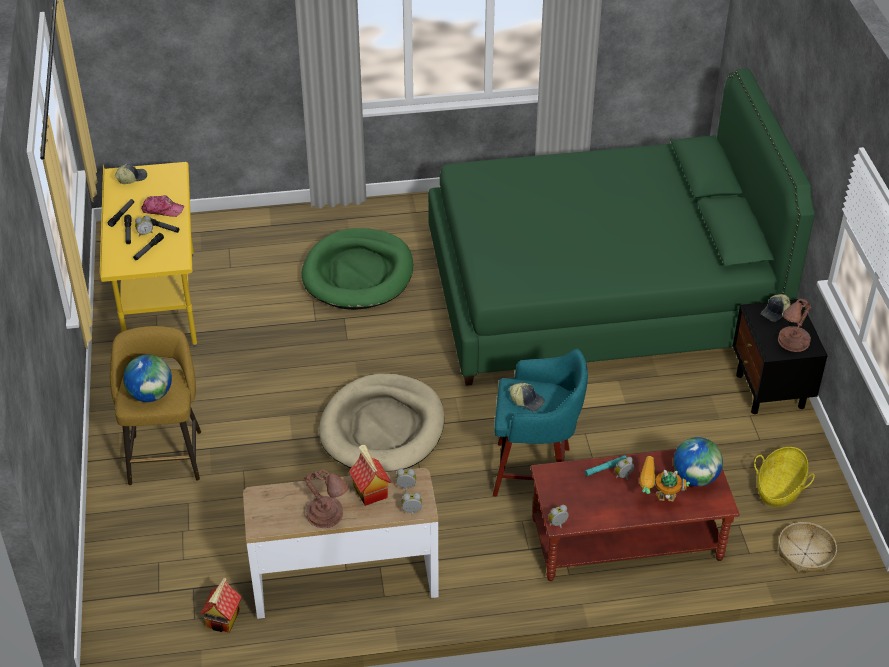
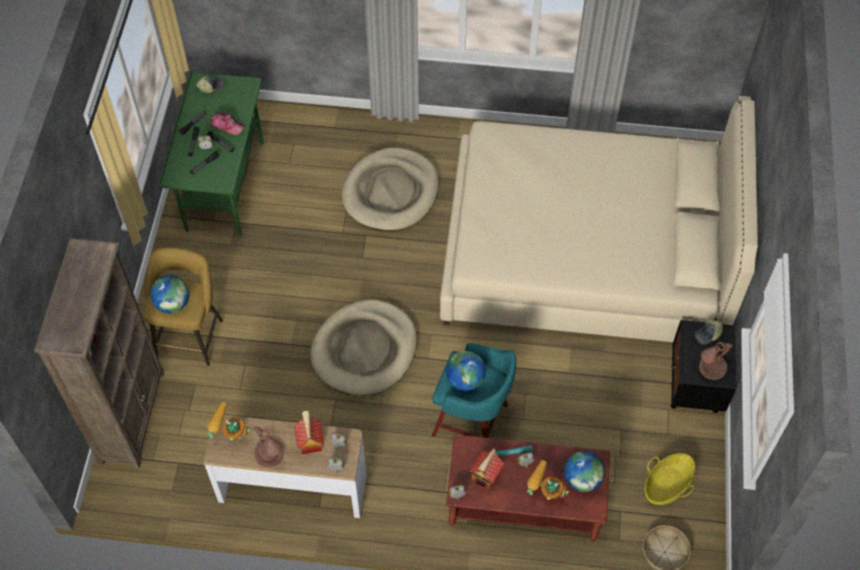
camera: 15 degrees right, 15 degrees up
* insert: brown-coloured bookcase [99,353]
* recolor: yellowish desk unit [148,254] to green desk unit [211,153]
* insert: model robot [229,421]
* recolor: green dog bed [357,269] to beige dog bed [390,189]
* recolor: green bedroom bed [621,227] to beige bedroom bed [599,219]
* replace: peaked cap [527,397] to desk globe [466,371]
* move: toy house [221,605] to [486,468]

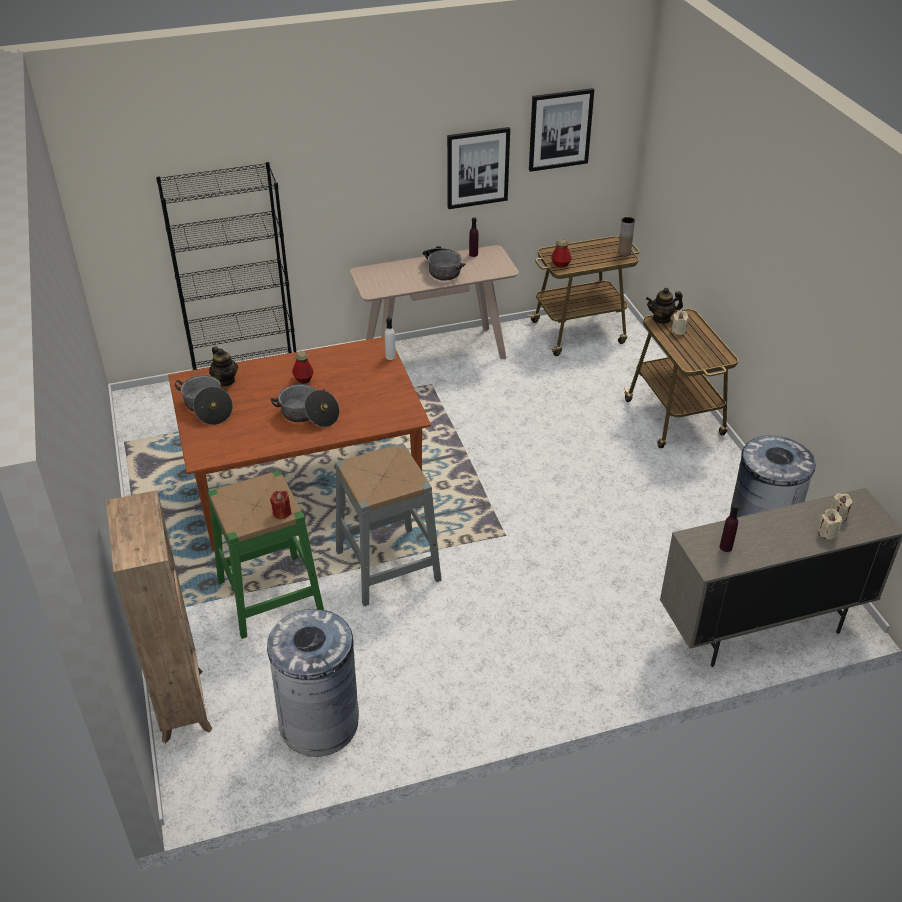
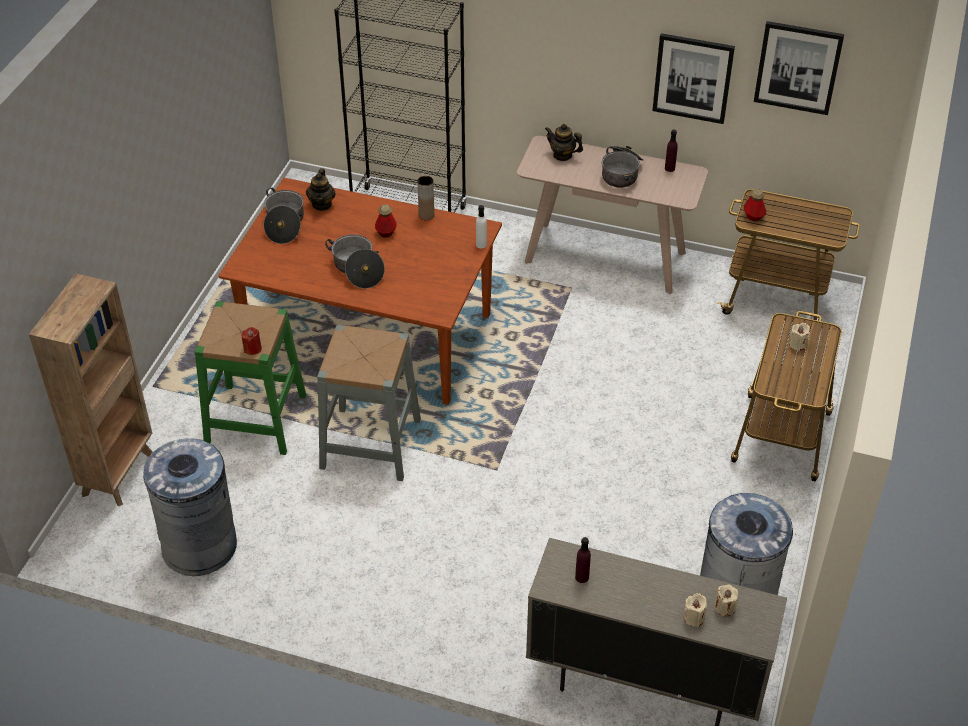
camera: 35 degrees right, 5 degrees up
* move: brown-coloured vase [626,236] to [426,198]
* move: pot for tea [664,306] to [564,142]

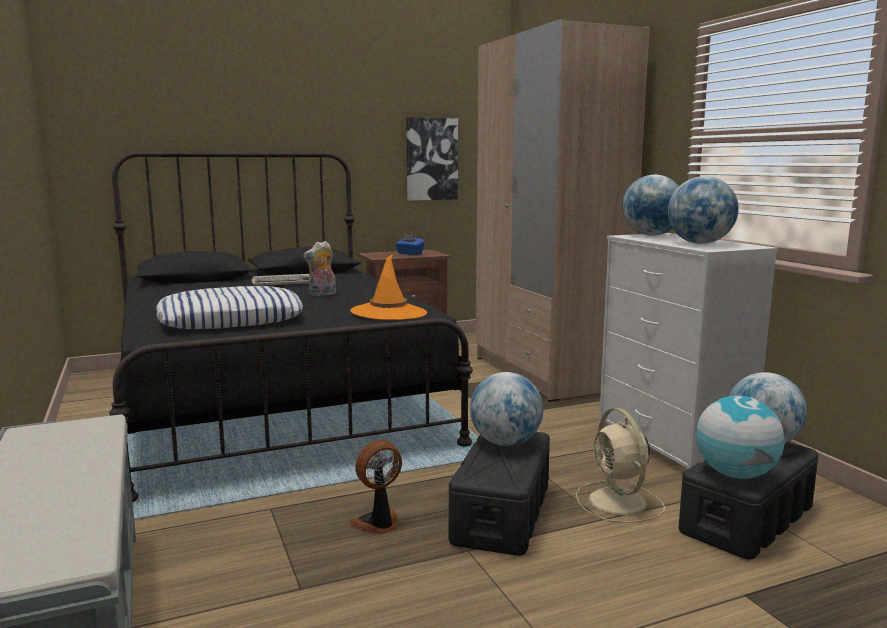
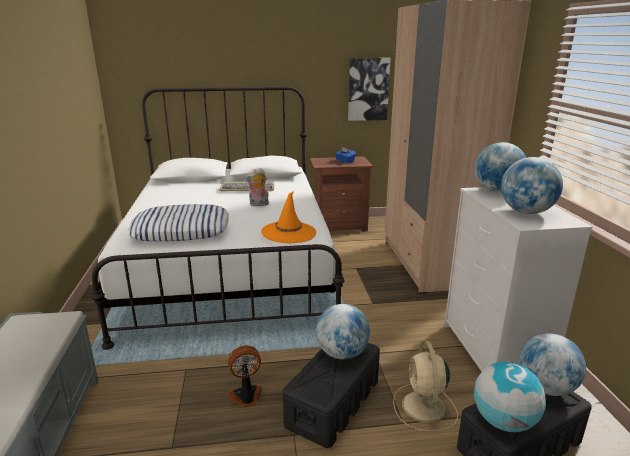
camera: 15 degrees right, 10 degrees up
* recolor: black-coloured bedroom bed [291,327] to white bedroom bed [218,218]

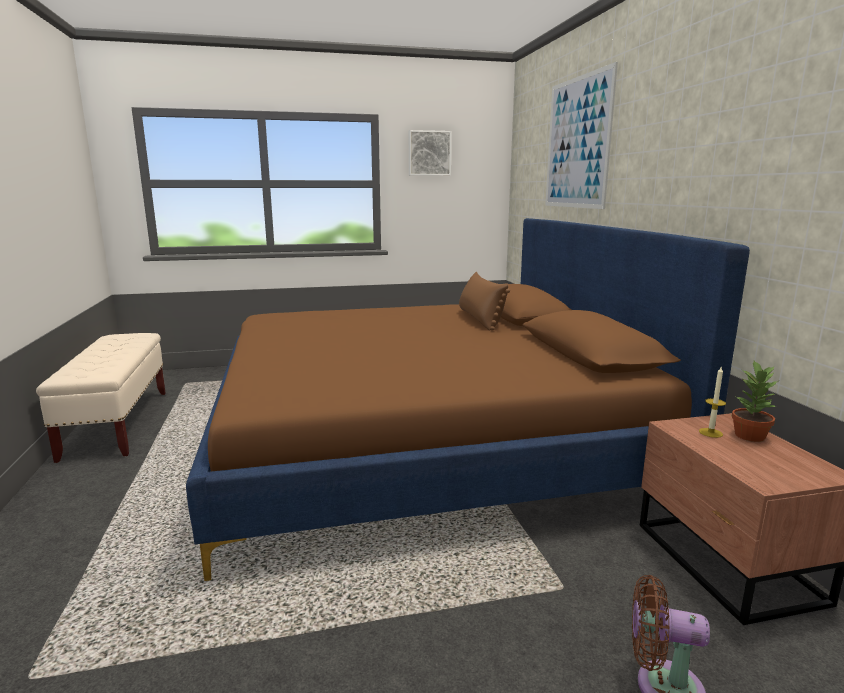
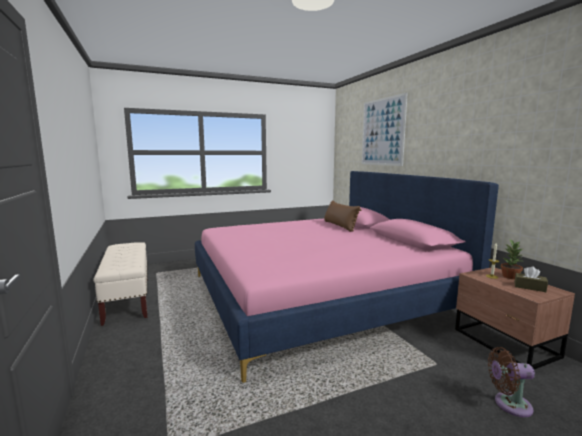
camera: 10 degrees left, 5 degrees down
* recolor: brown-coloured bedroom bed [468,399] to pink-coloured bedroom bed [347,277]
* insert: brown-coloured box of tissues [531,279]
* delete: wall art [430,153]

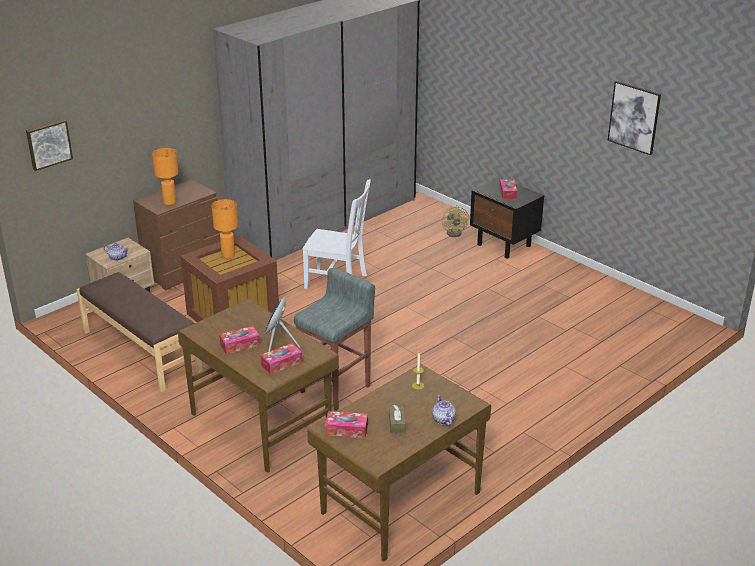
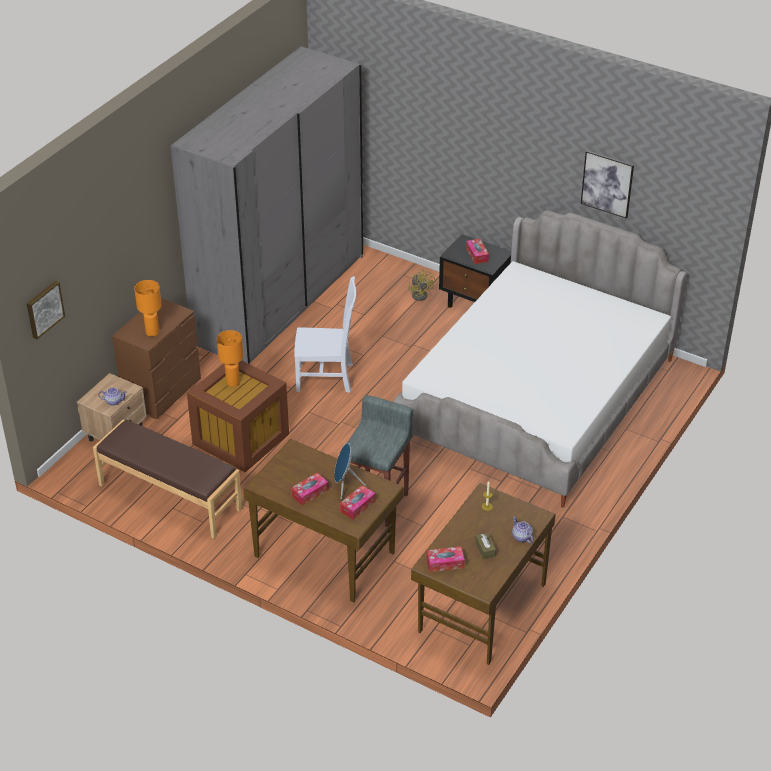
camera: 15 degrees left, 10 degrees up
* insert: bedroom bed [540,359]

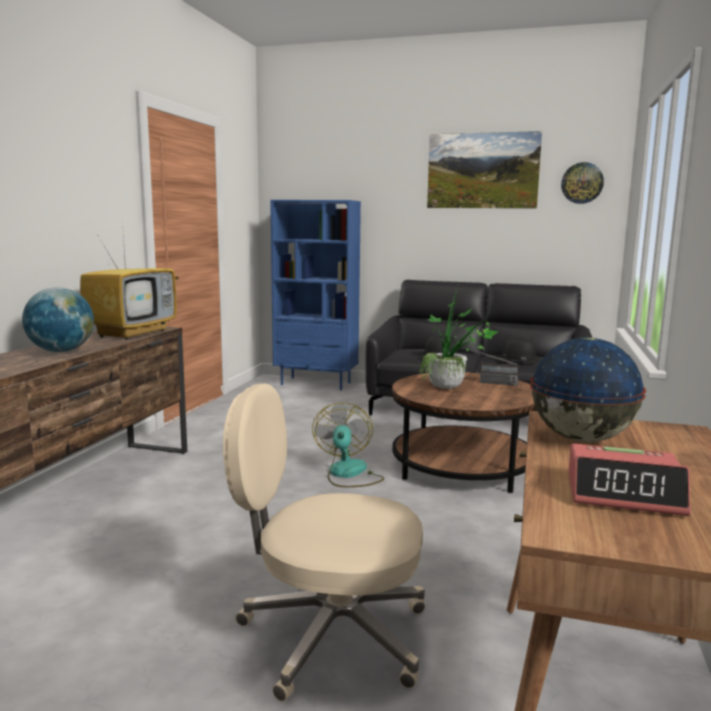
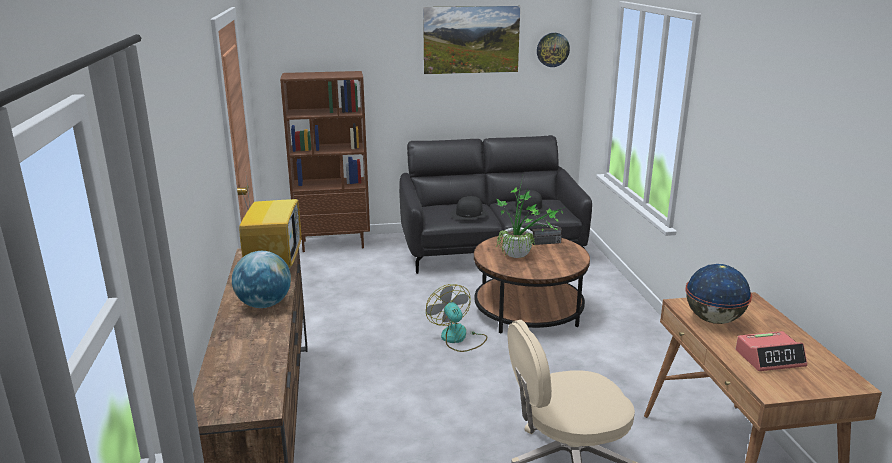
camera: 25 degrees left, 10 degrees up
* recolor: blue-coloured bookcase [315,295] to brown-coloured bookcase [325,161]

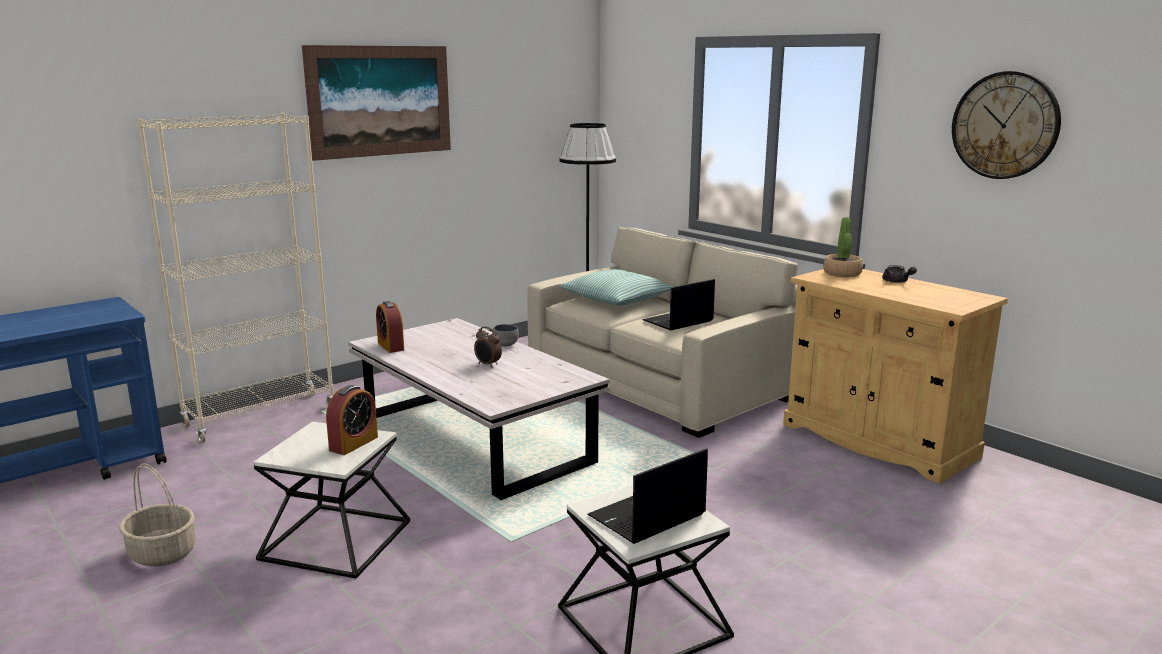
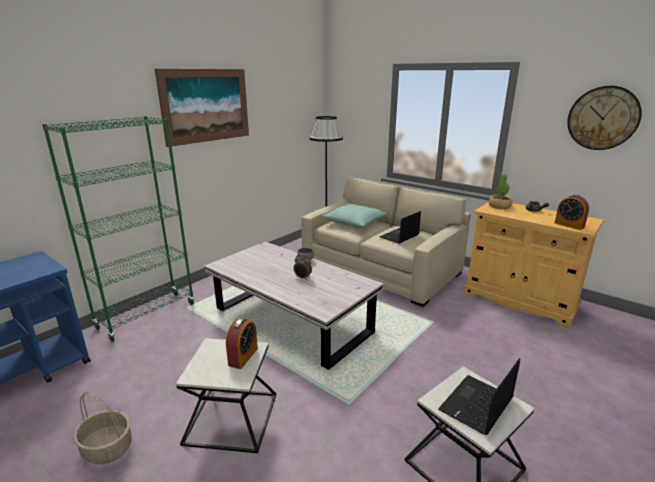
camera: 10 degrees left, 5 degrees up
* recolor: beige bookcase [235,278] to green bookcase [118,229]
* move: alarm clock [390,327] to [572,212]

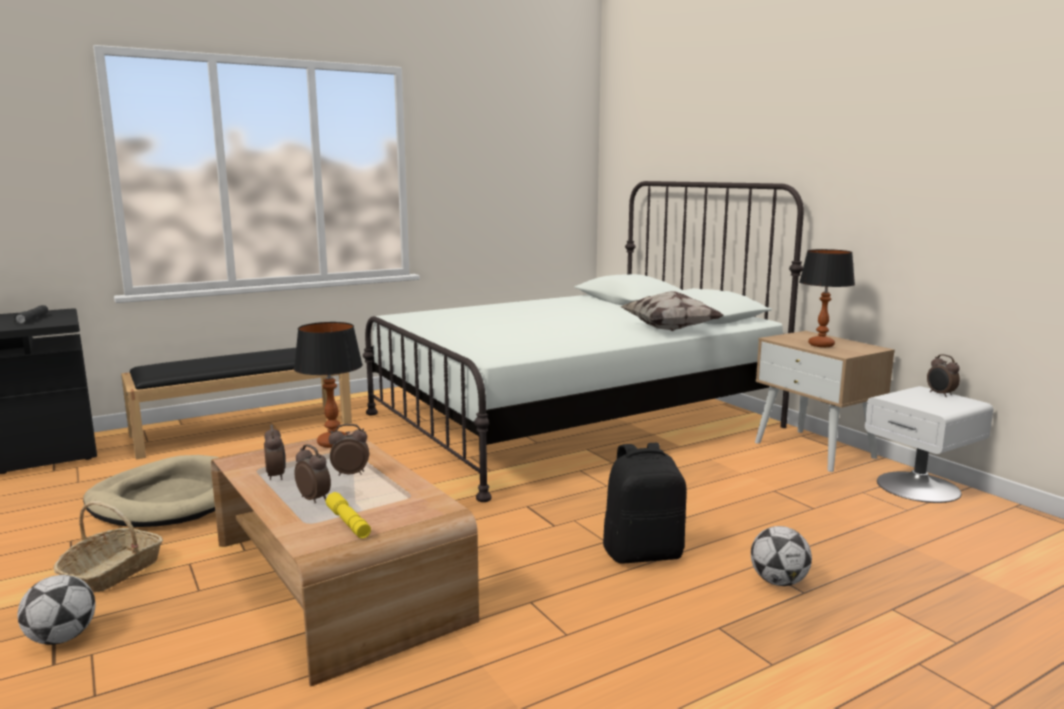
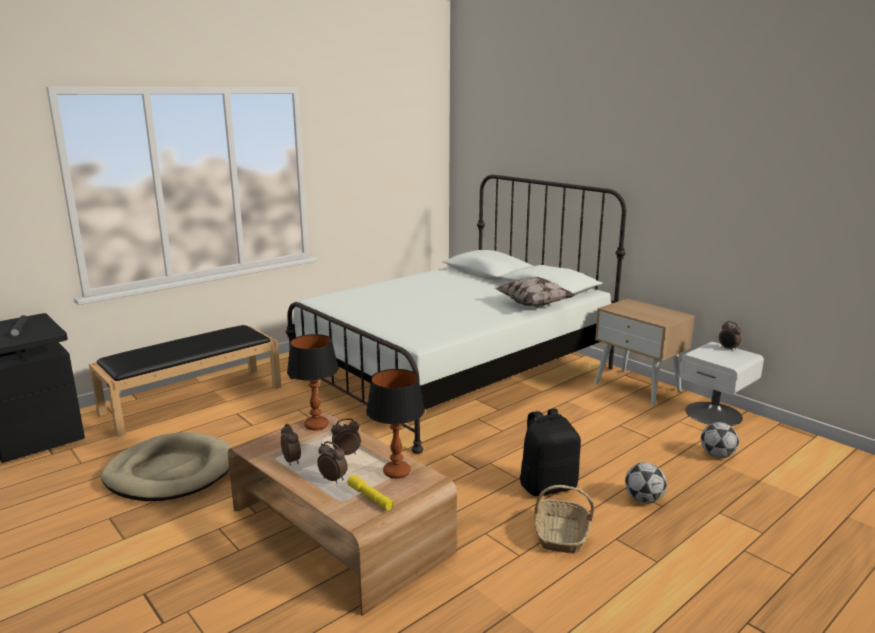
camera: 10 degrees left, 5 degrees up
* move: lamp for a table [827,298] to [395,424]
* move: household basket [108,546] to [564,519]
* move: football ball [56,610] to [720,440]

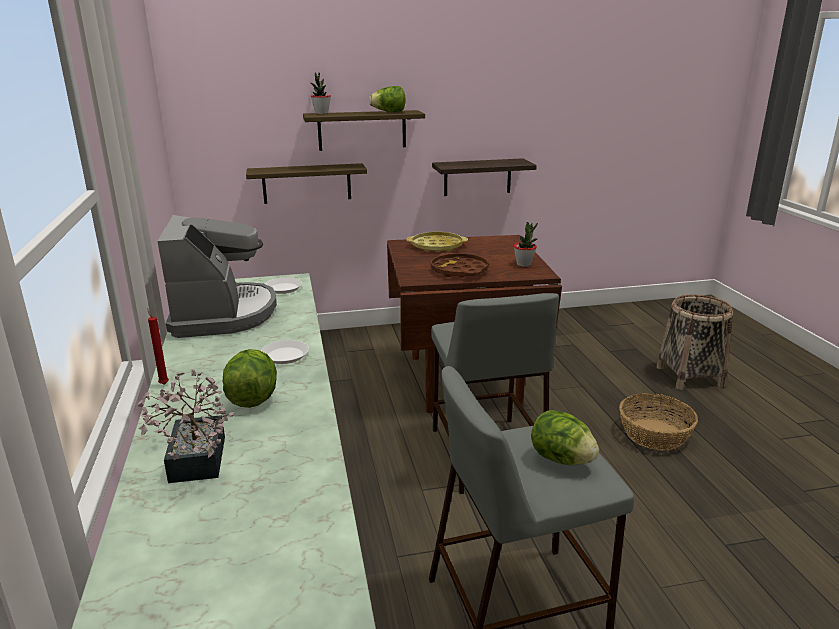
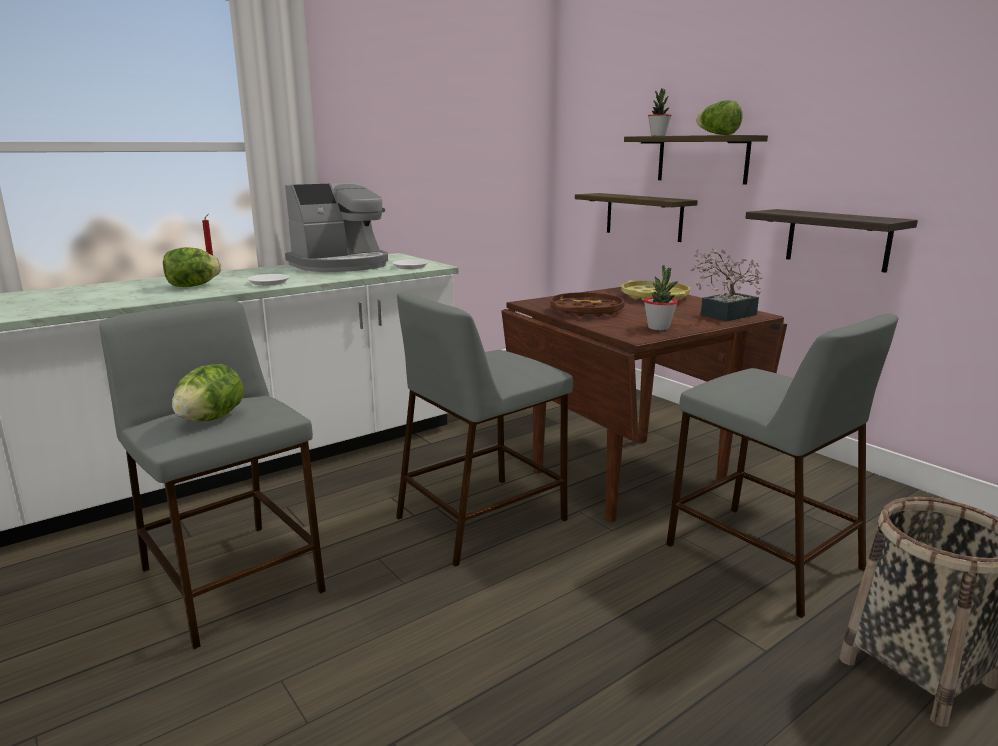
camera: 65 degrees right, 5 degrees down
* insert: gray stool [782,466]
* move: potted plant [186,426] to [726,285]
* delete: household basket [658,421]

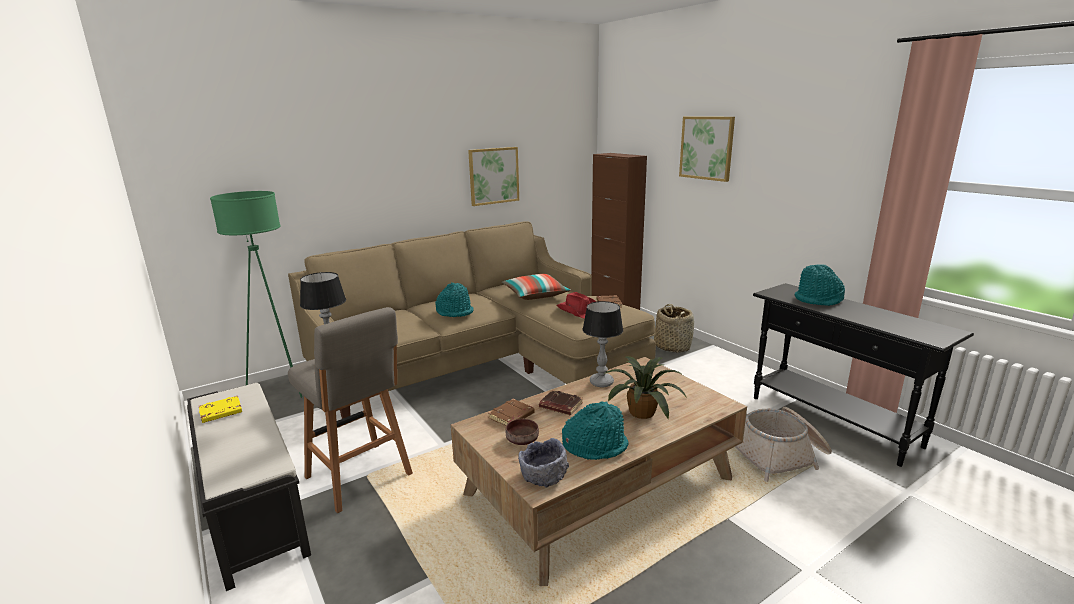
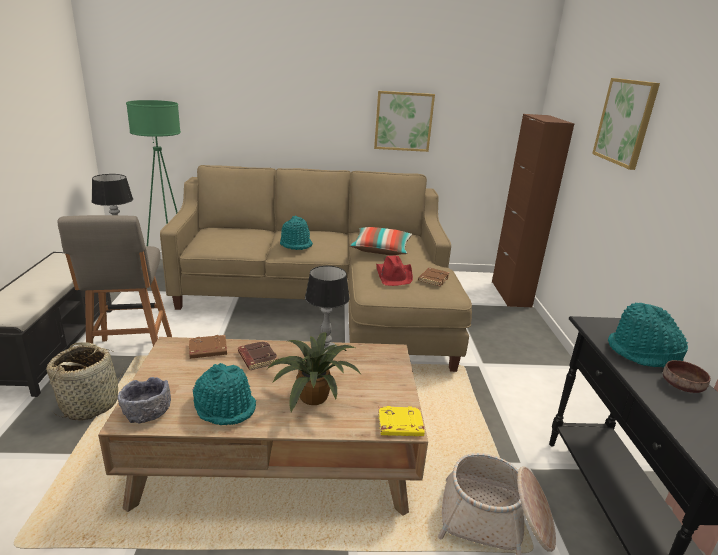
camera: 30 degrees right, 5 degrees up
* move: household basket [674,328] to [85,381]
* move: yellowish book [220,409] to [401,421]
* move: brown-coloured deep dish [522,432] to [687,376]

